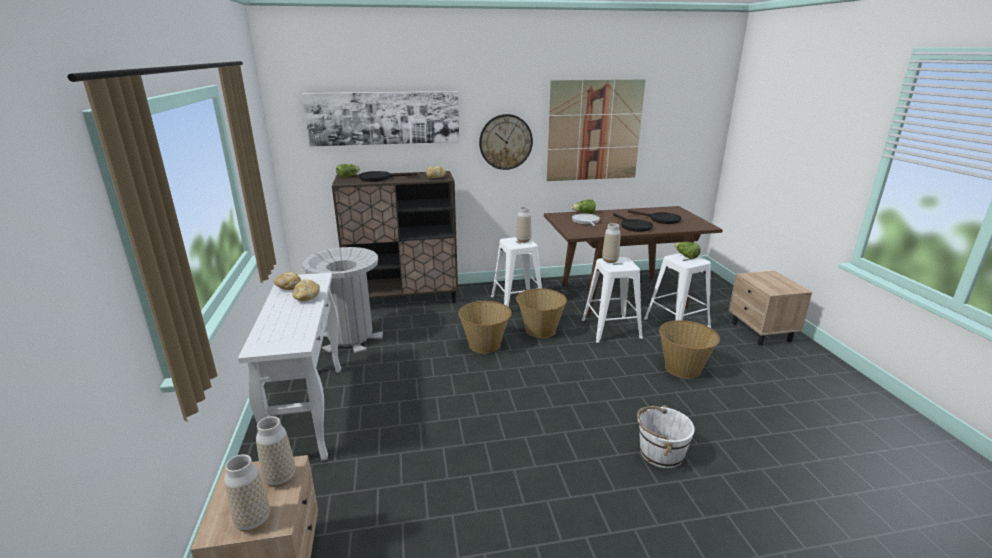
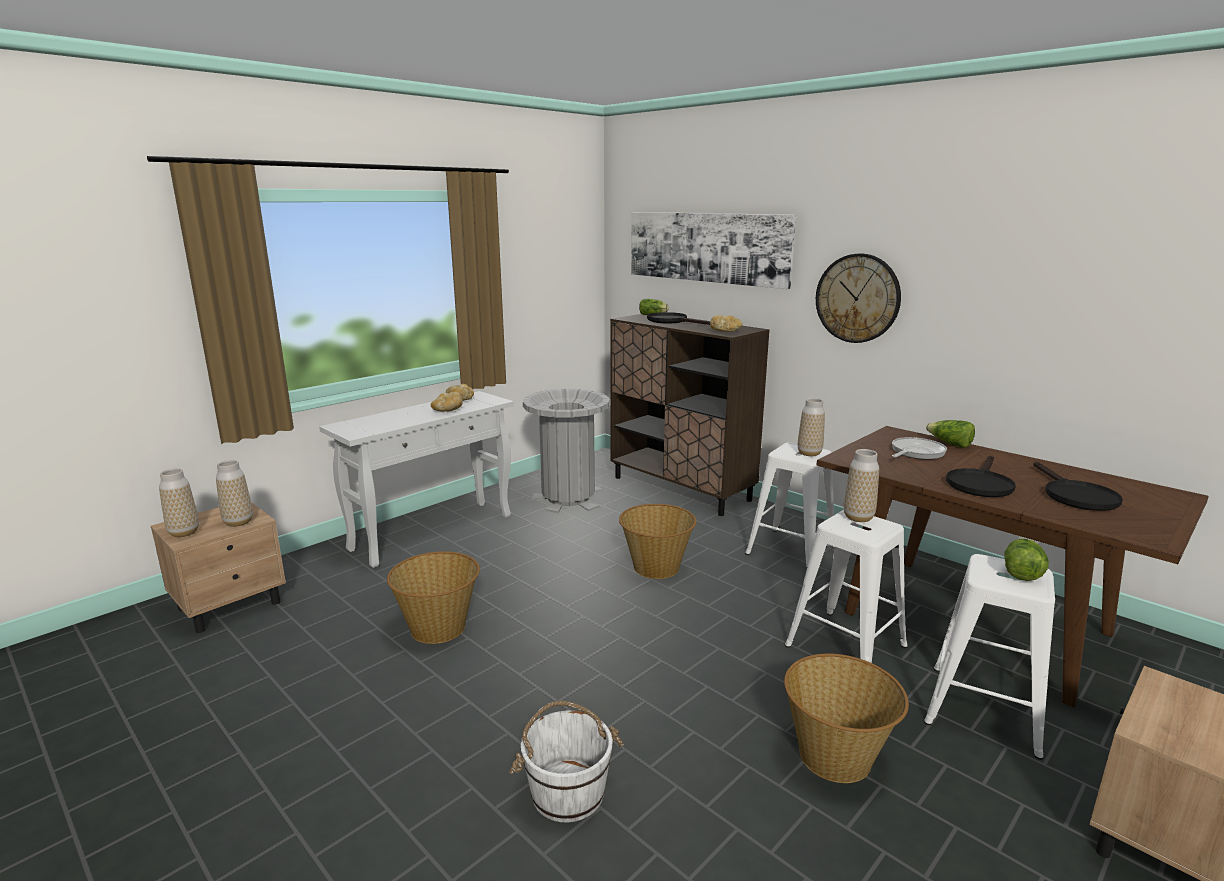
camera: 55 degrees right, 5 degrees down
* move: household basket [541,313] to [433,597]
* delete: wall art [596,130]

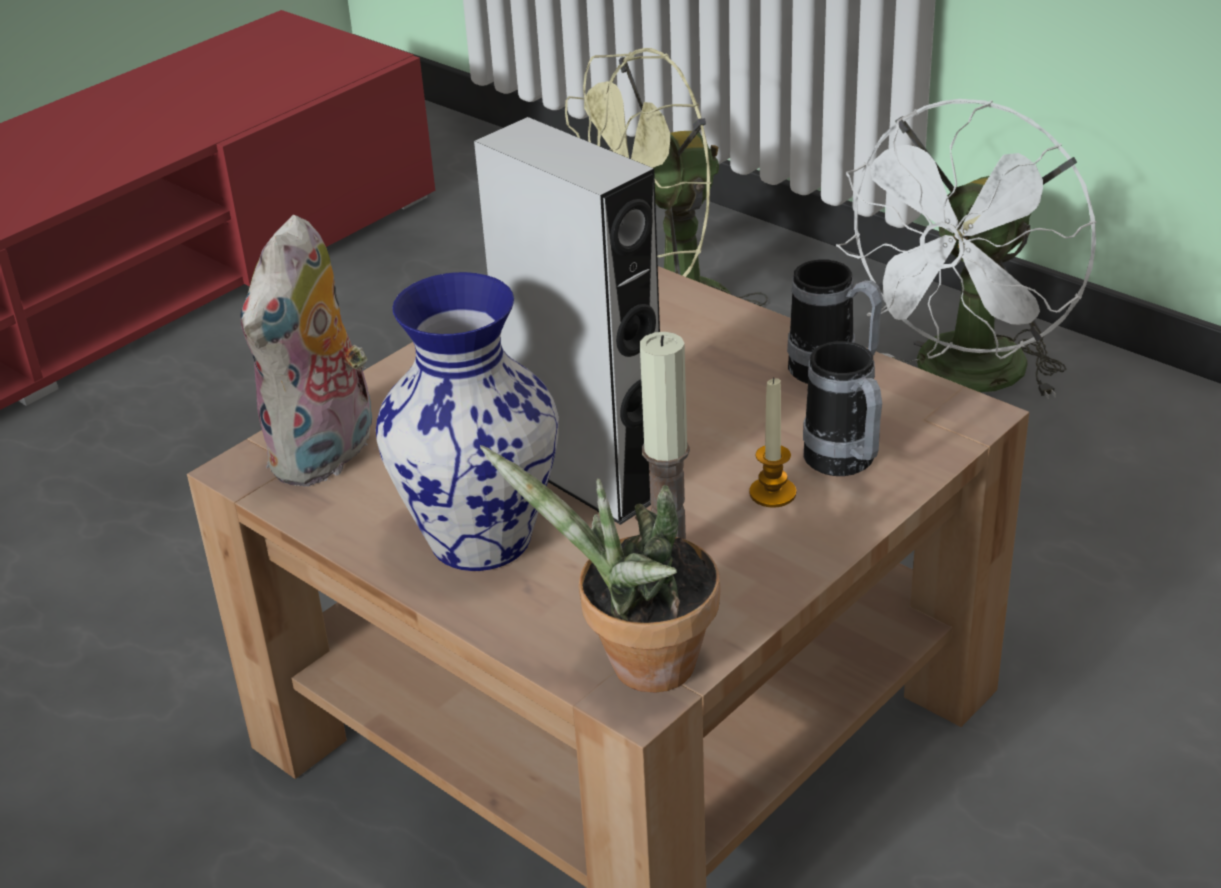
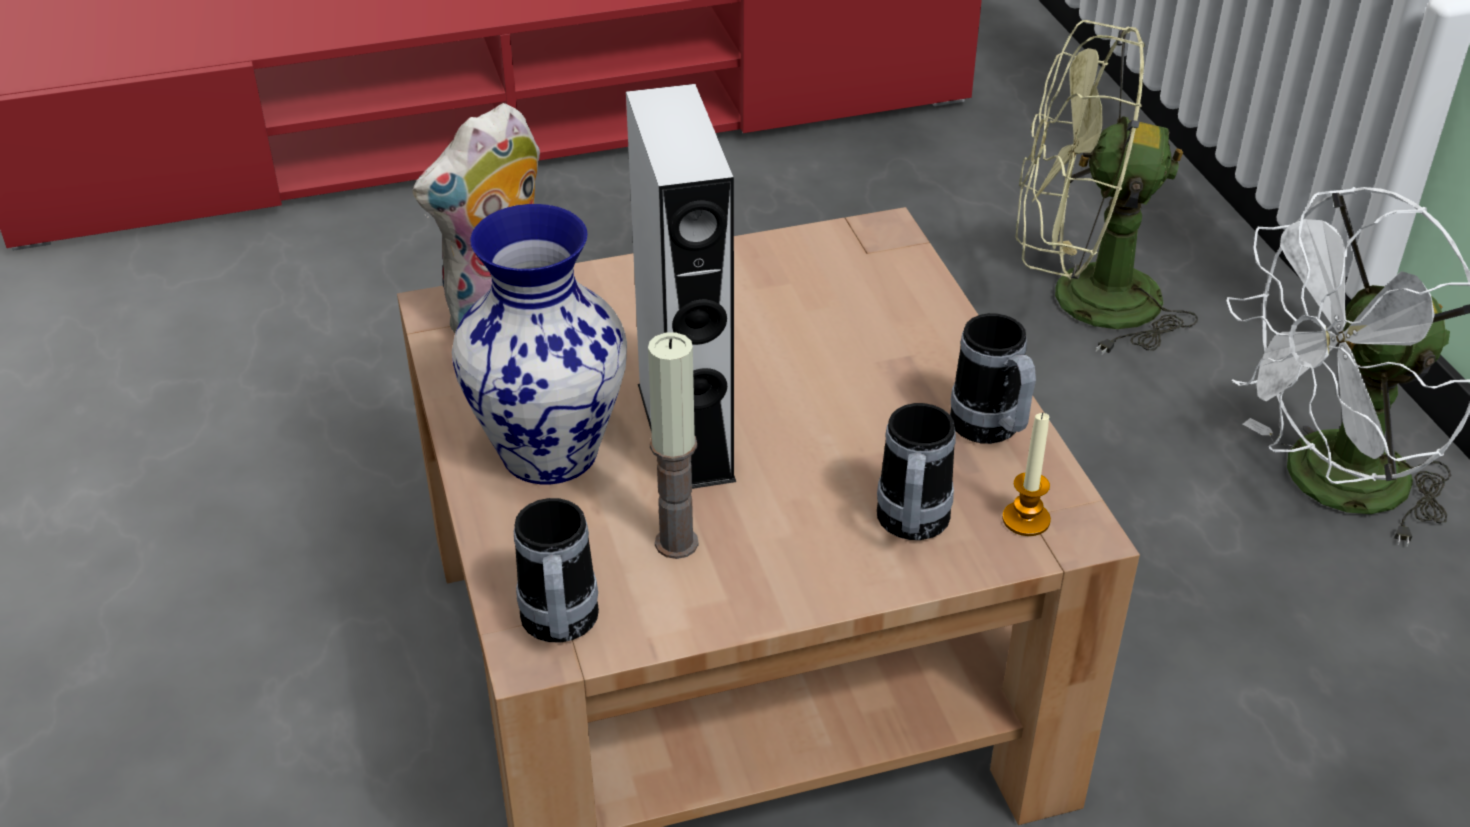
camera: 30 degrees right, 5 degrees up
* replace: potted plant [600,569] to tea mug [556,570]
* move: candle [772,442] to [1026,474]

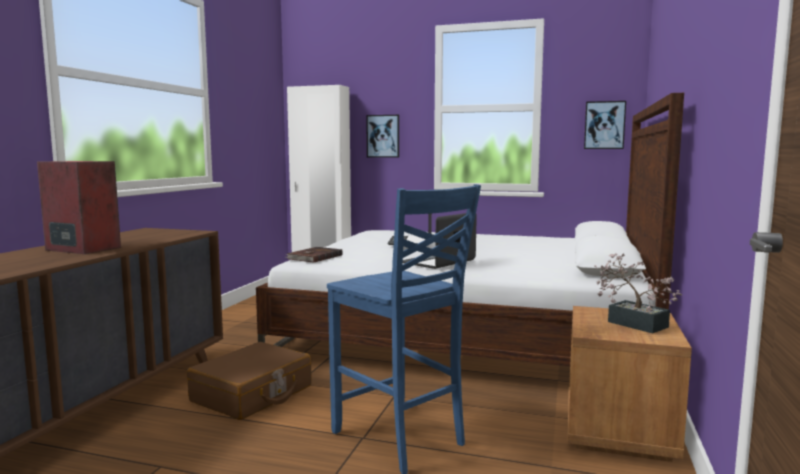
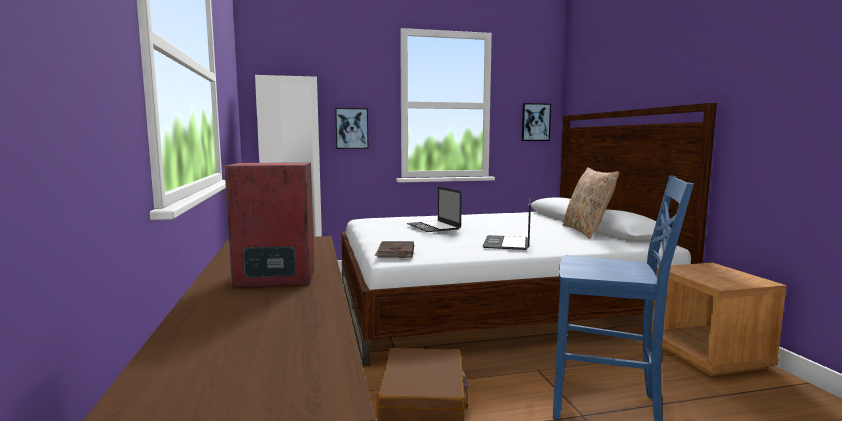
camera: 30 degrees left, 0 degrees up
* insert: beige cushion [591,203]
* delete: potted plant [638,293]

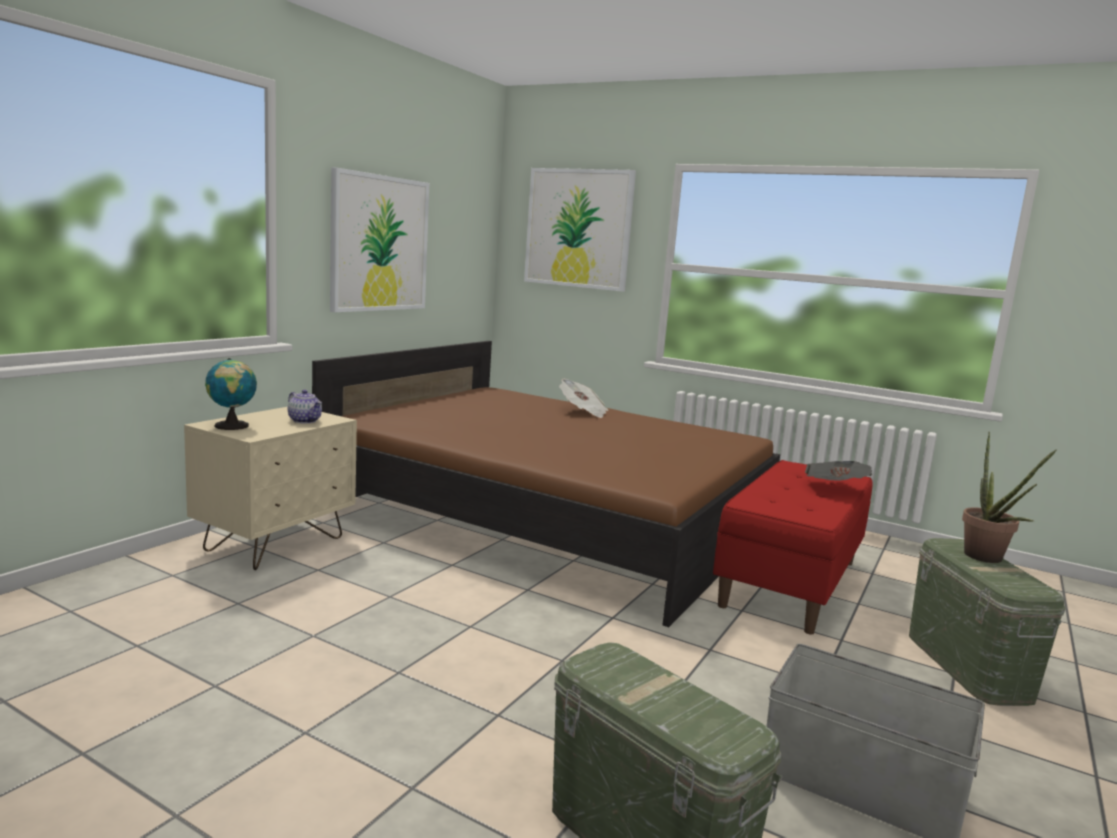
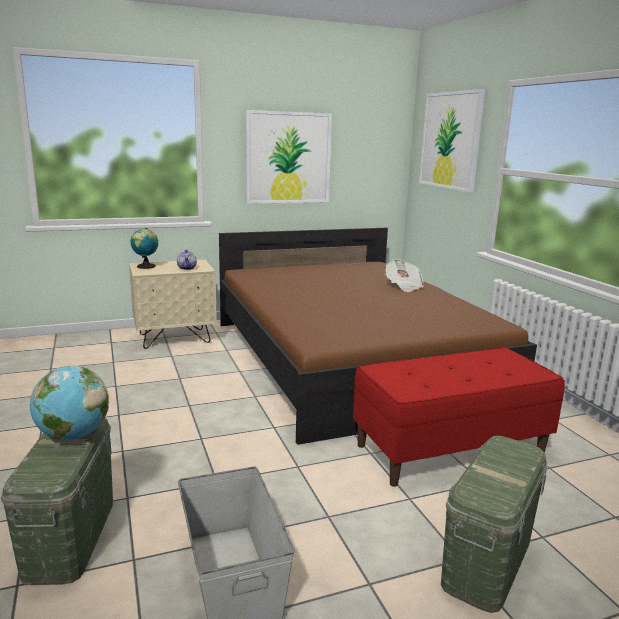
camera: 40 degrees right, 5 degrees up
* insert: desk globe [69,403]
* delete: printed paper [838,471]
* delete: potted plant [1009,497]

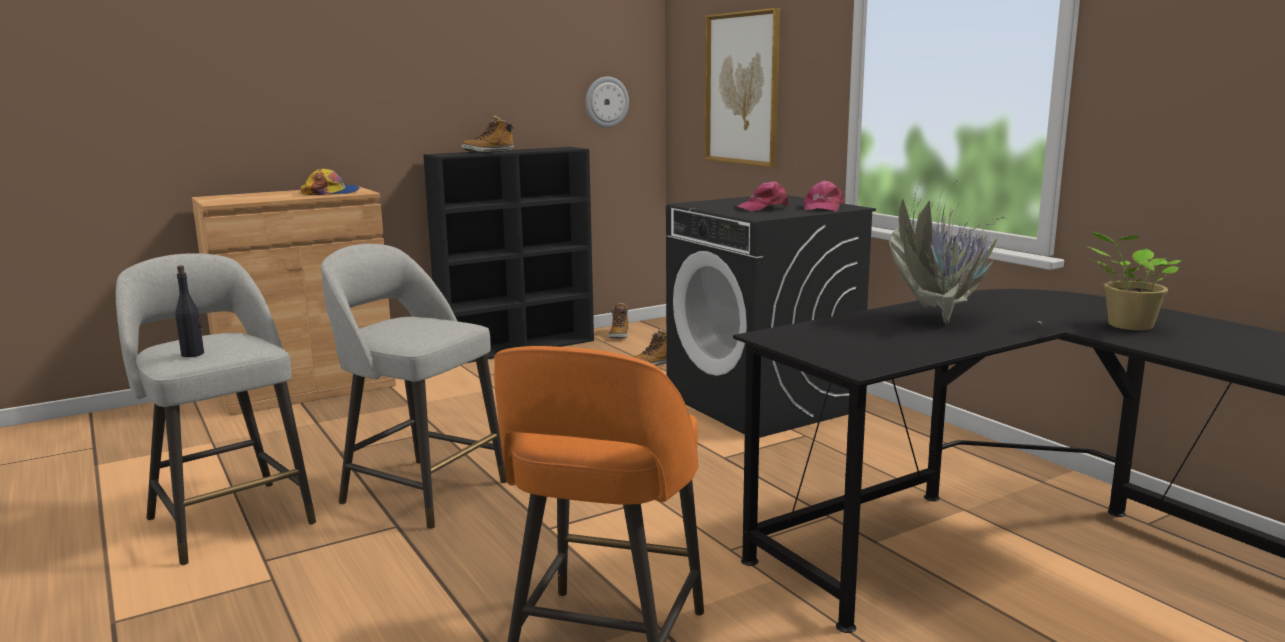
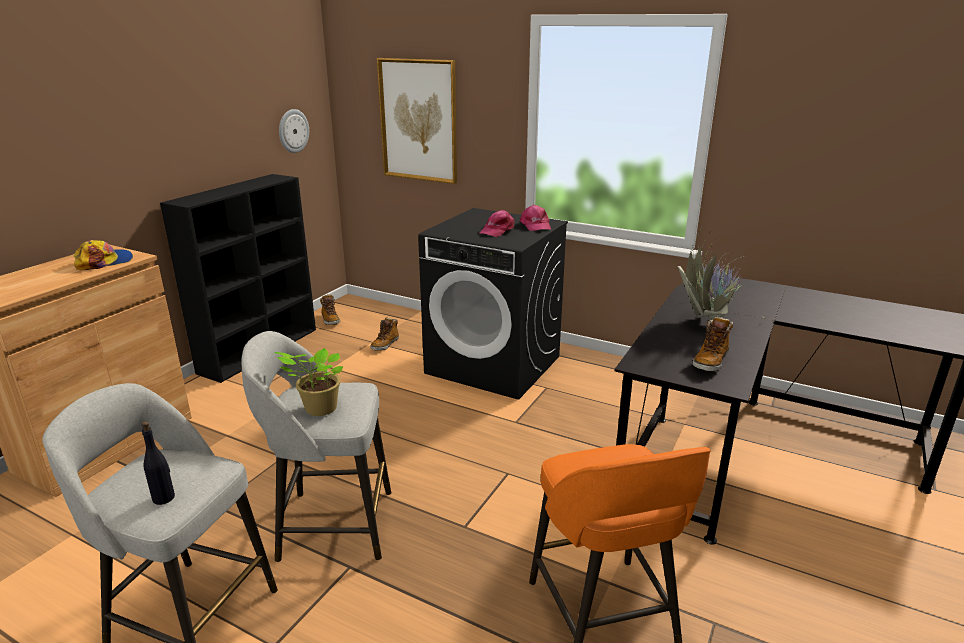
camera: 30 degrees left, 10 degrees up
* move: potted plant [1134,281] to [308,382]
* move: tall boot [487,134] to [712,344]

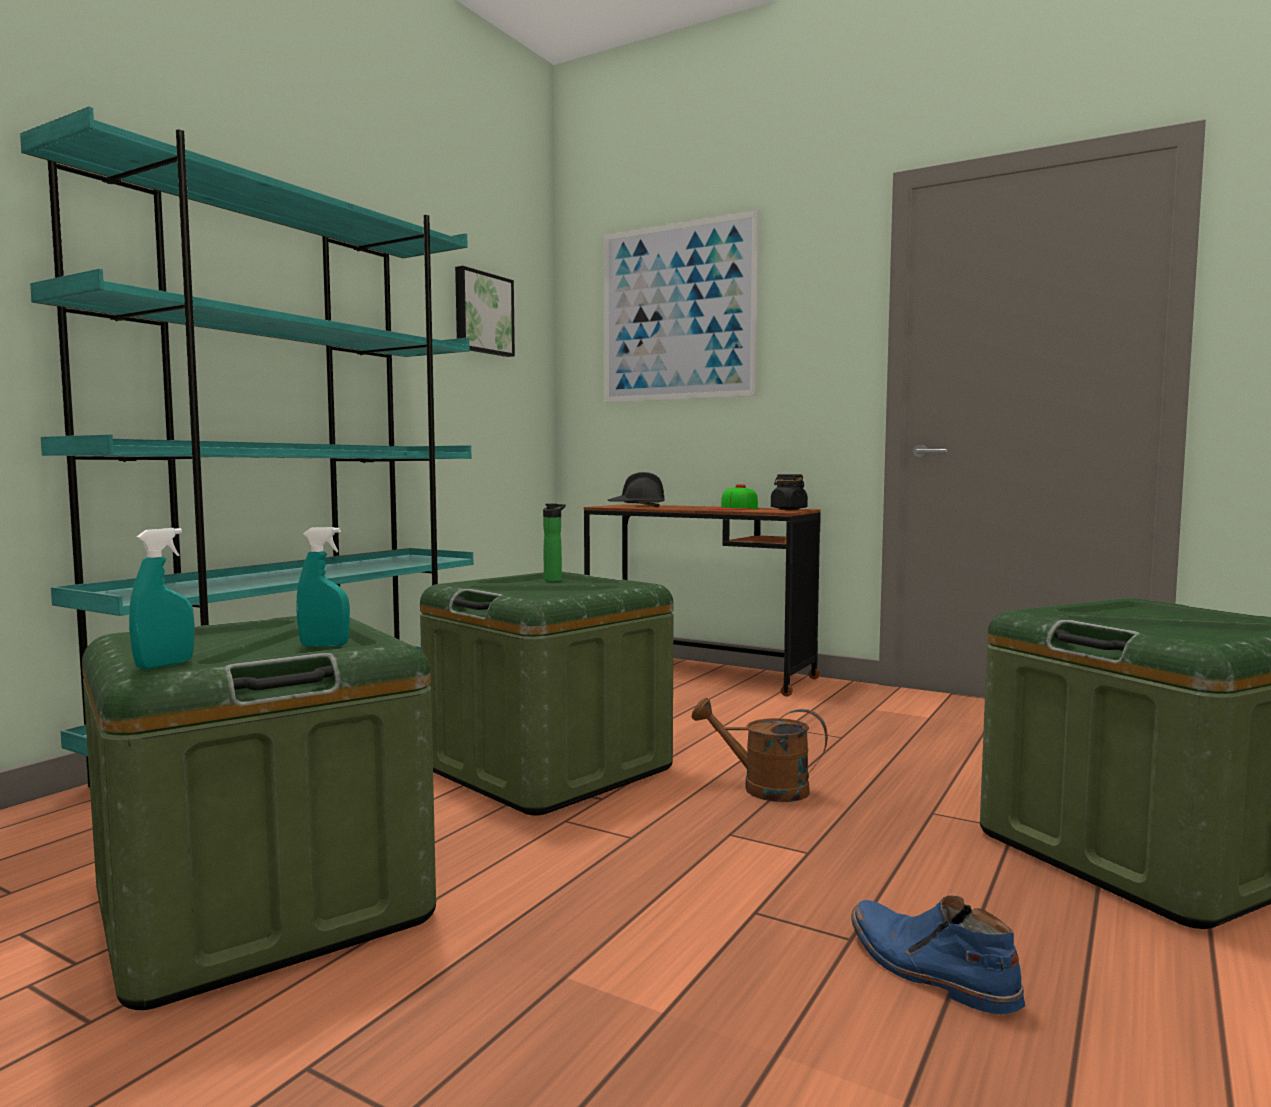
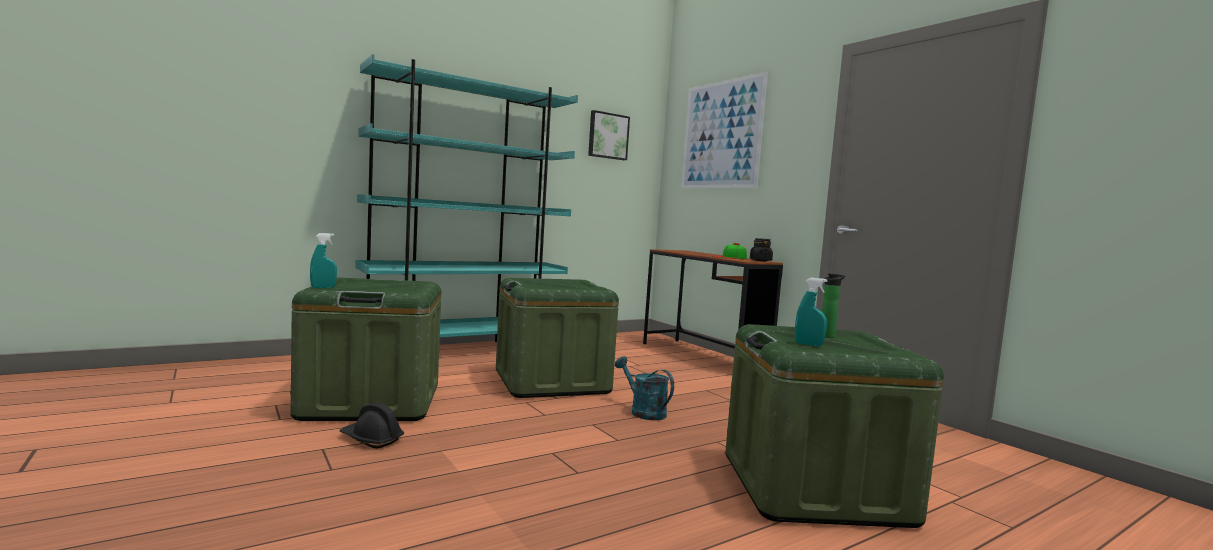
camera: 25 degrees right, 0 degrees up
* move: black-coloured hard hat [636,489] to [371,425]
* recolor: brown-coloured watering can [760,750] to turquoise watering can [644,388]
* move: turquoise spray bottle [323,587] to [811,312]
* move: drink bottle [554,542] to [833,305]
* delete: blue-coloured tall boot [938,955]

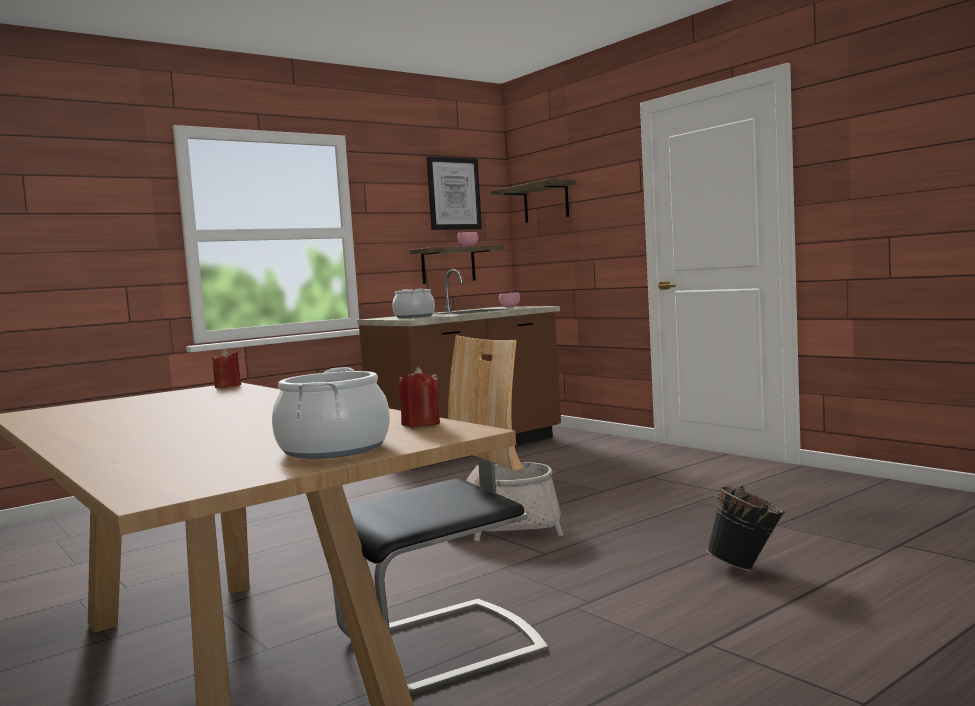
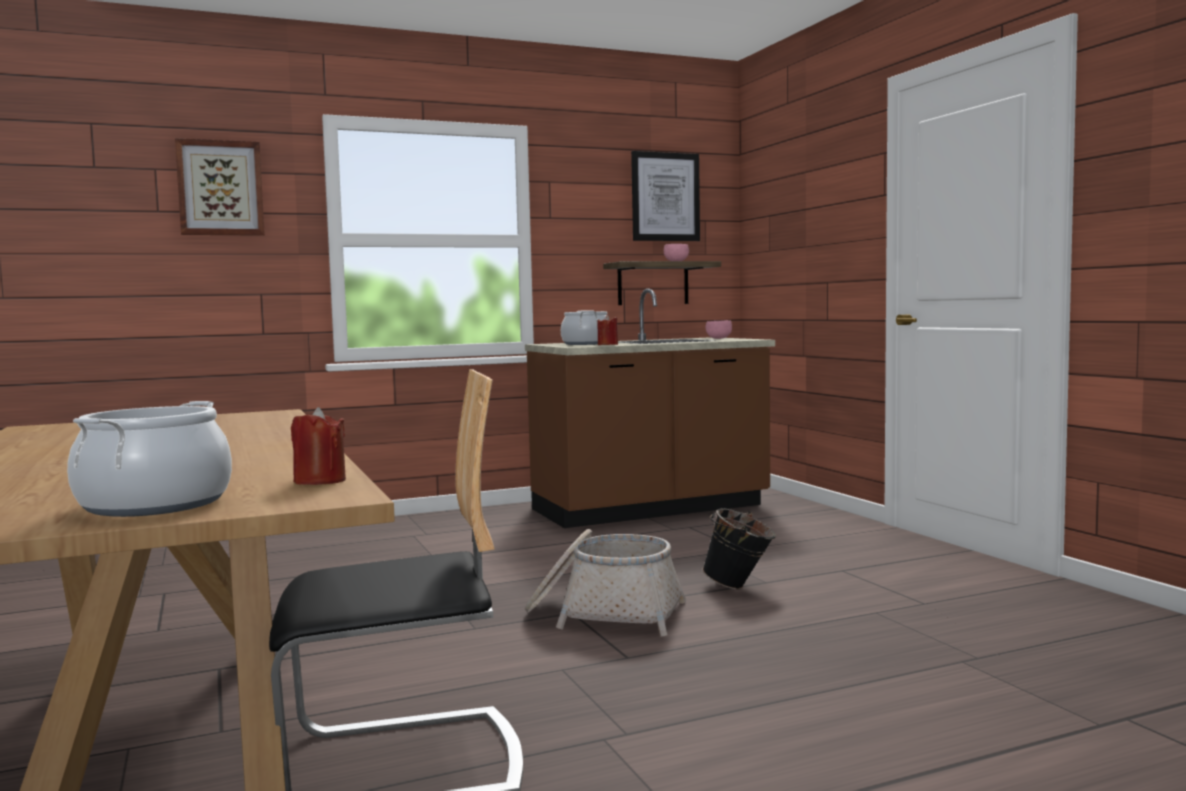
camera: 15 degrees right, 0 degrees up
* insert: wall art [220,187]
* move: reddish candle [226,368] to [607,330]
* move: black-coloured water bucket [746,528] to [739,548]
* delete: bracket shelf [533,201]

